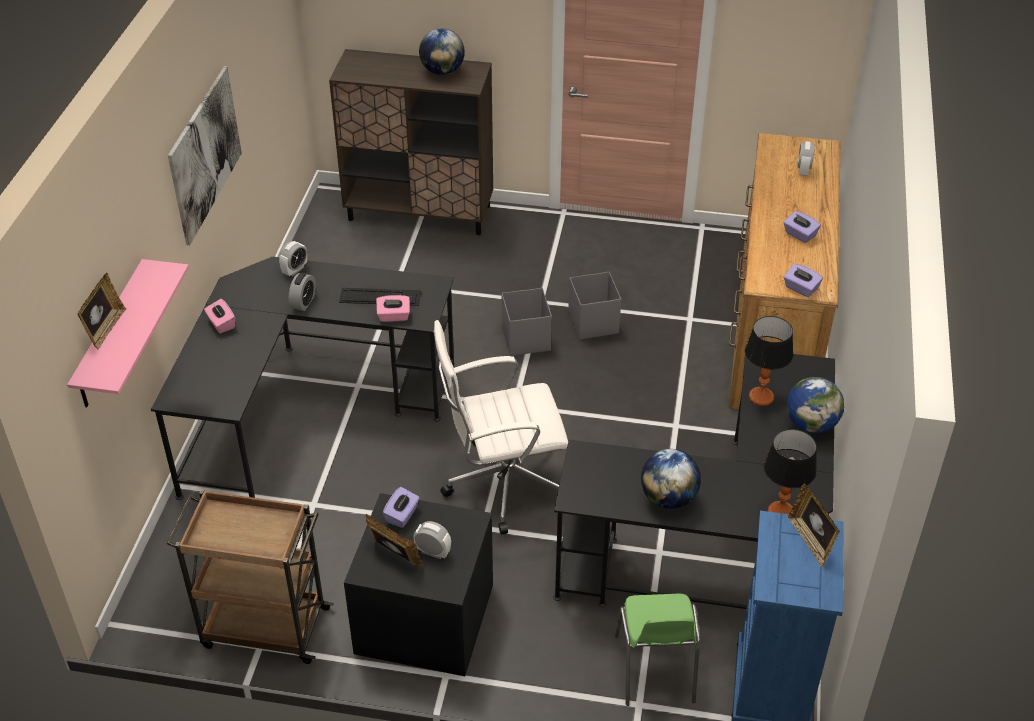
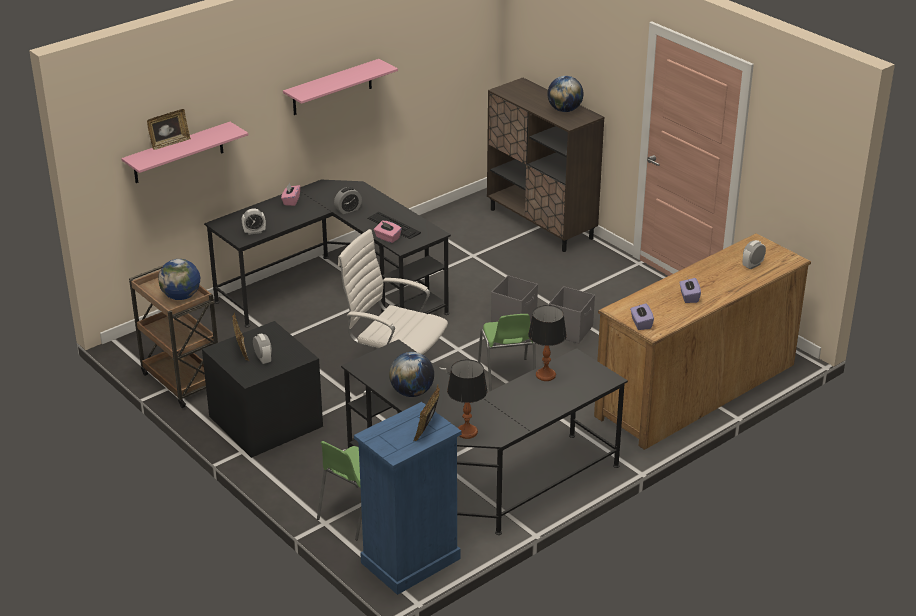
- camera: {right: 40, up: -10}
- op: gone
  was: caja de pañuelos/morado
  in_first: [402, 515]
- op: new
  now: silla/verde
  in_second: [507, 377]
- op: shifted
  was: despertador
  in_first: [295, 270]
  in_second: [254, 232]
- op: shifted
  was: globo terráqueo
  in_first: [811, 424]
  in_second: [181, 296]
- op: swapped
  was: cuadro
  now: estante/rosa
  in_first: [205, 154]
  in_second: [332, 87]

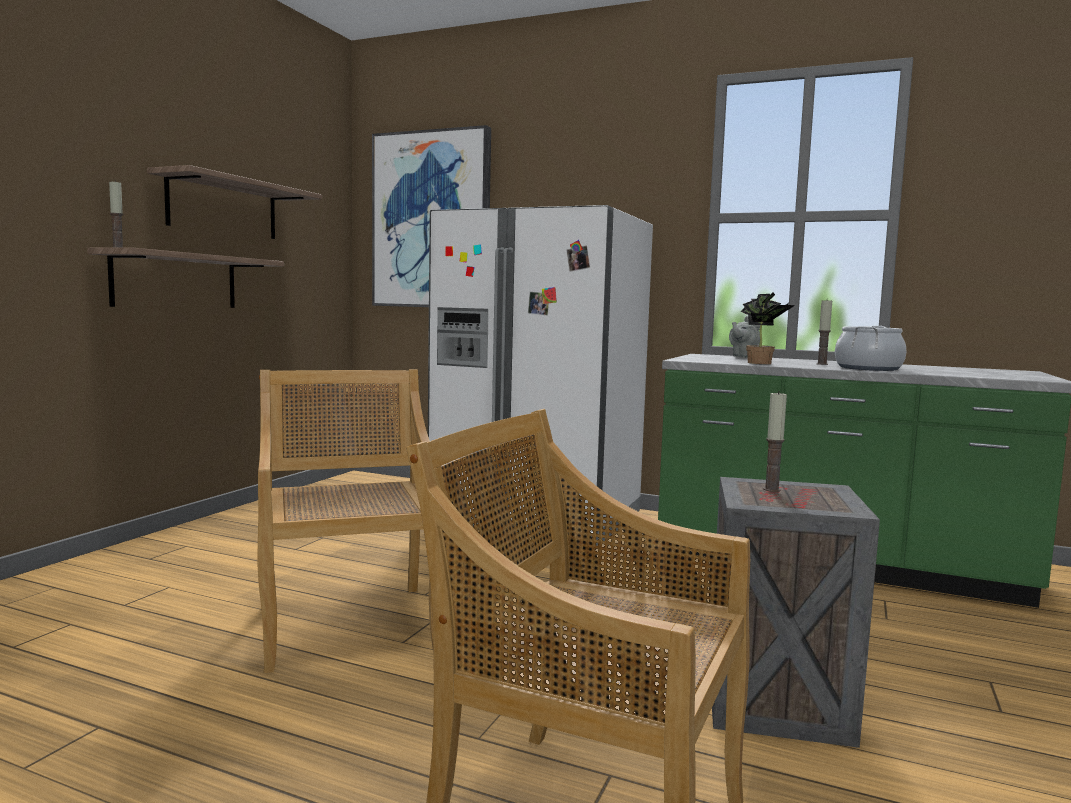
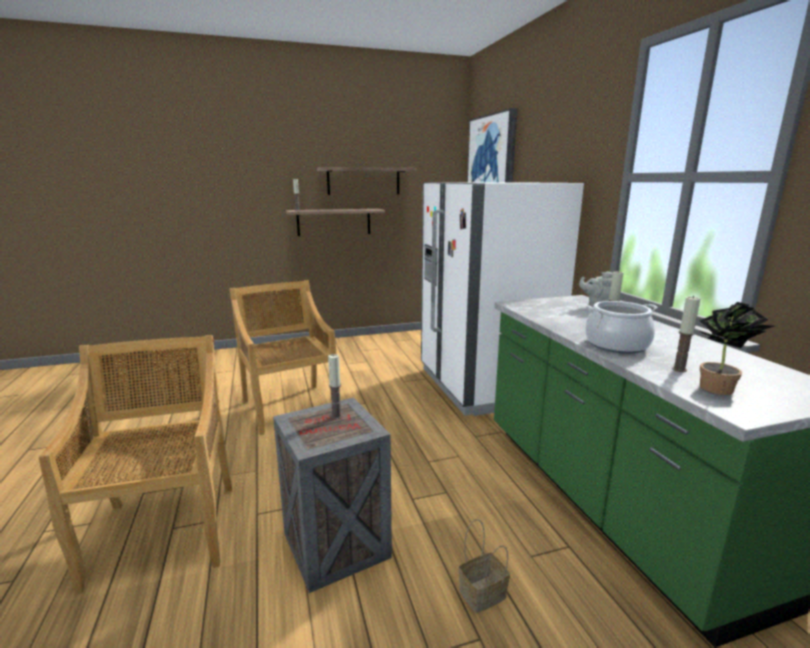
- camera: {right: 50, up: 10}
- op: new
  now: cesta
  in_second: [482, 595]
- op: new
  now: vela
  in_second: [679, 369]
- op: shifted
  was: planta en maceta
  in_first: [763, 363]
  in_second: [719, 390]
- op: rotated
  was: silla/beis
  in_first: [348, 624]
  in_second: [289, 407]
  clockwise: -60

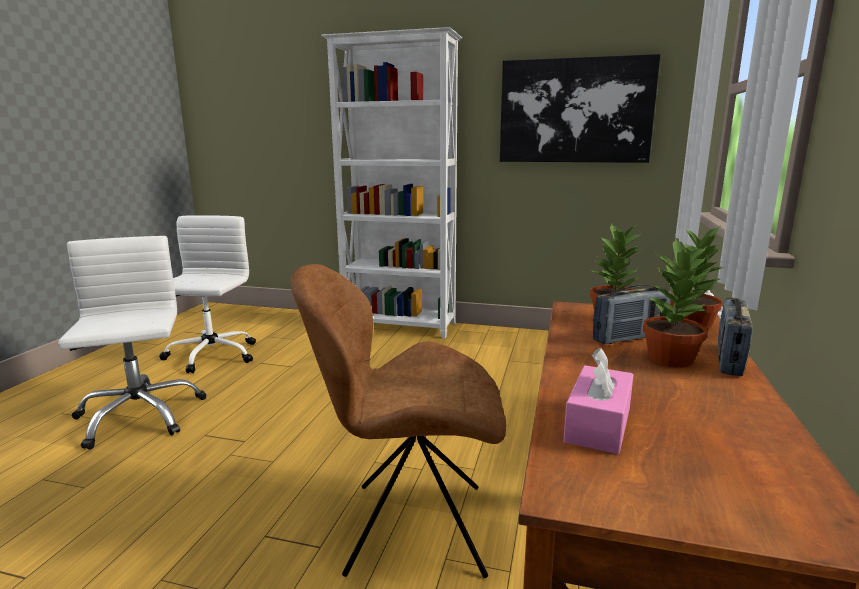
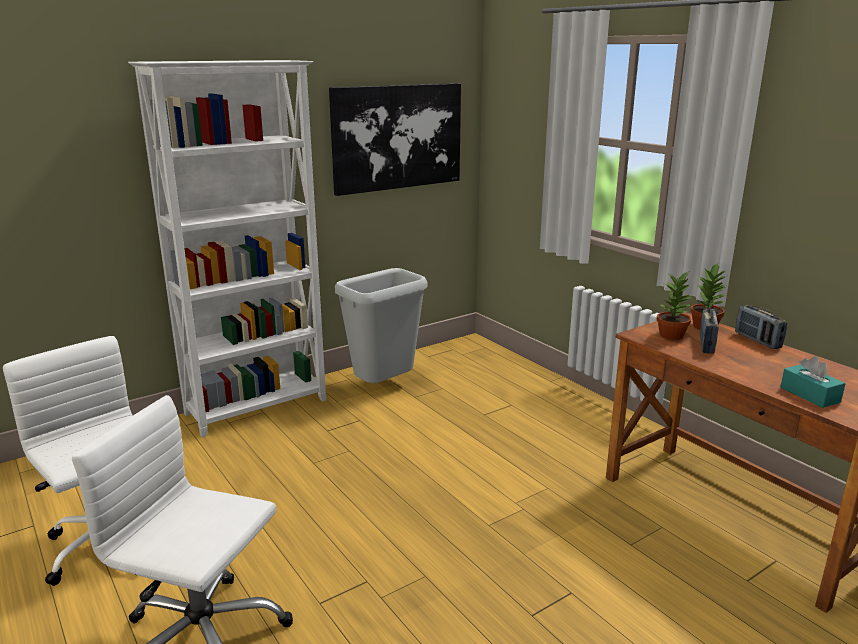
- camera: {right: -50, up: 5}
- op: gone
  was: silla/marrón
  in_first: [410, 527]
- op: gone
  was: planta en maceta
  in_first: [671, 358]
- op: new
  now: papelera/gris
  in_second: [384, 387]
- op: repainted
  was: caja de pañuelos/rosa
  now: caja de pañuelos/turquesa
  in_first: [598, 425]
  in_second: [809, 395]

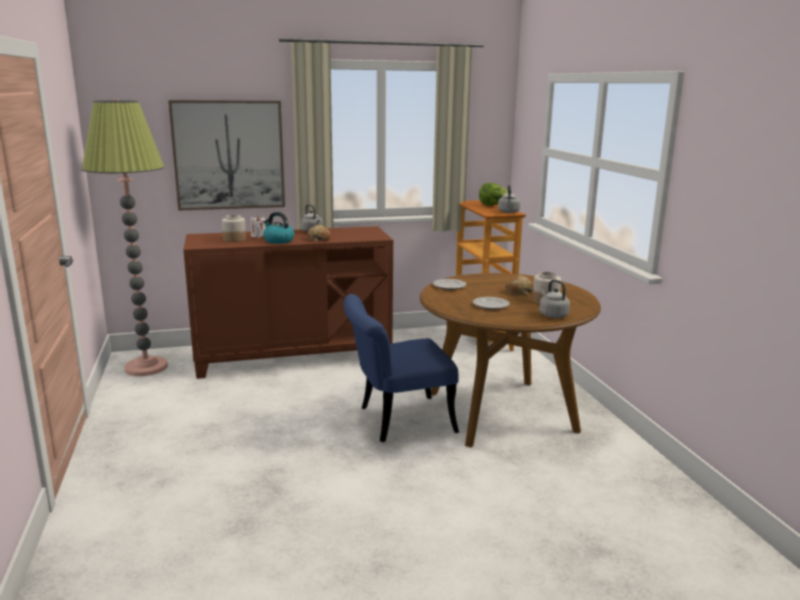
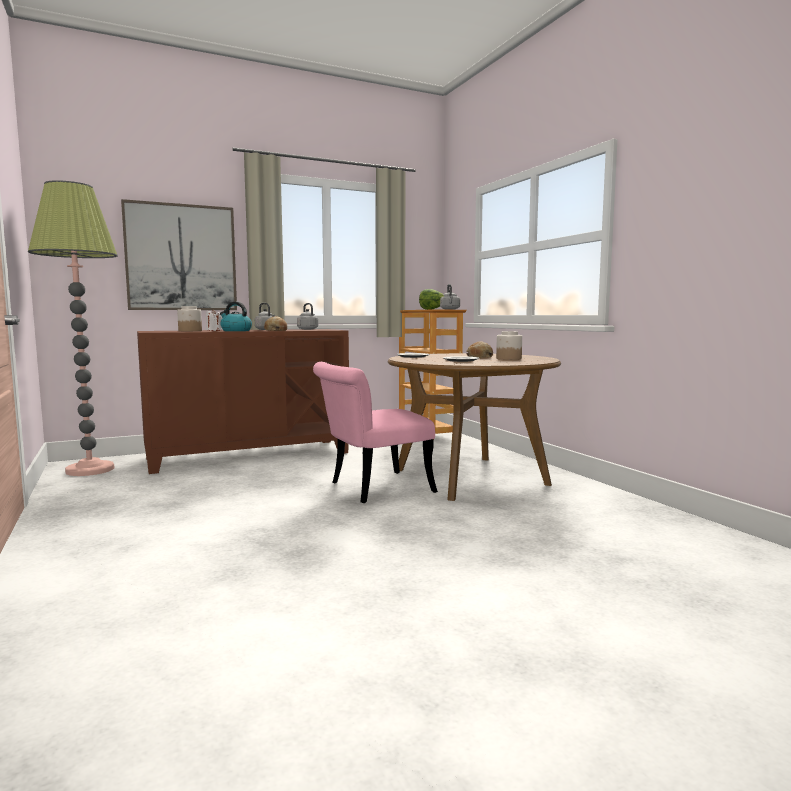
- camera: {right: -10, up: -10}
- op: shifted
  was: hervidor/gris
  in_first: [552, 315]
  in_second: [307, 329]
- op: repainted
  was: silla/azul
  now: silla/rosa
  in_first: [396, 421]
  in_second: [371, 489]

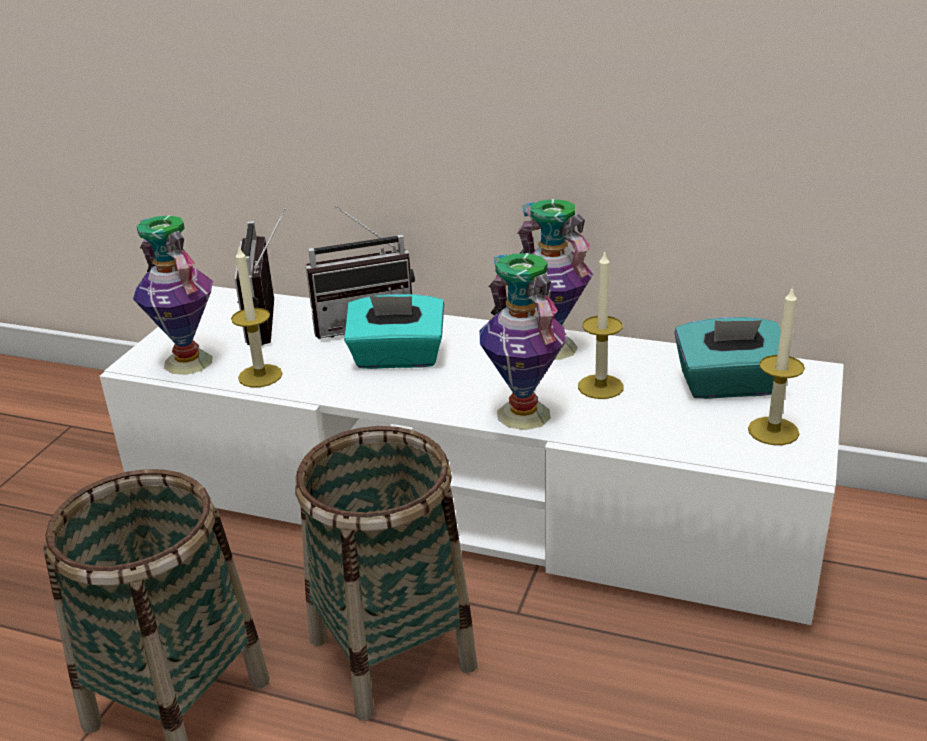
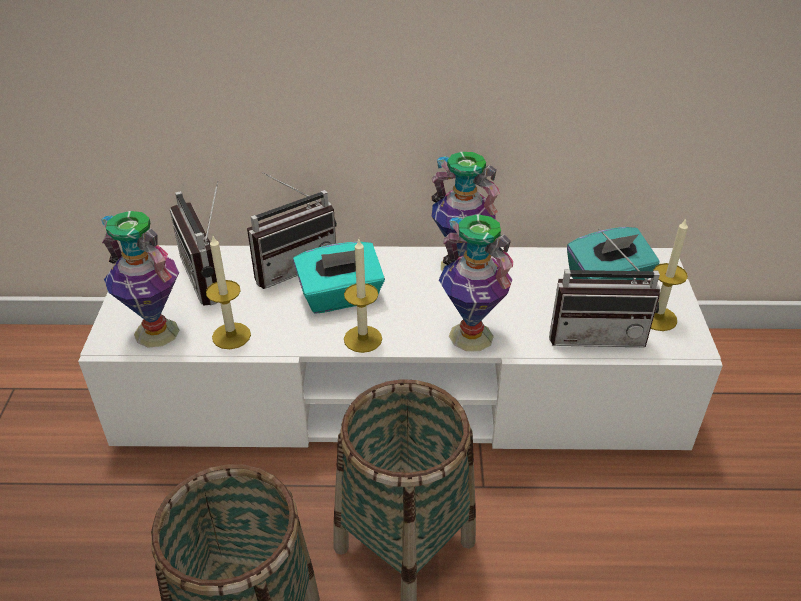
- camera: {right: -20, up: 10}
- op: new
  now: radio
  in_second: [596, 333]
- op: shifted
  was: vela
  in_first: [600, 386]
  in_second: [363, 339]

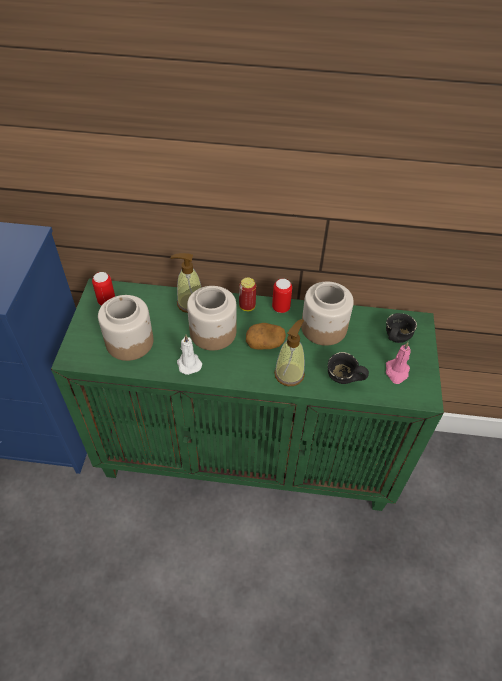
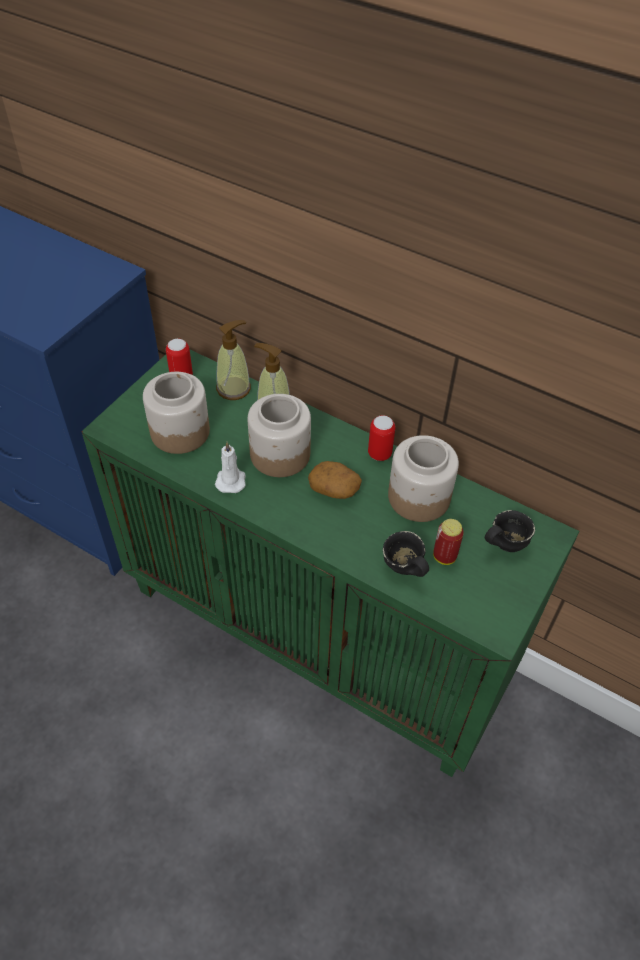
- camera: {right: 25, up: 0}
- op: gone
  was: vela/rosa
  in_first: [396, 372]
- op: shifted
  was: lata
  in_first: [247, 307]
  in_second: [444, 556]
- op: shifted
  was: dispensador de jabón
  in_first: [289, 374]
  in_second: [234, 388]

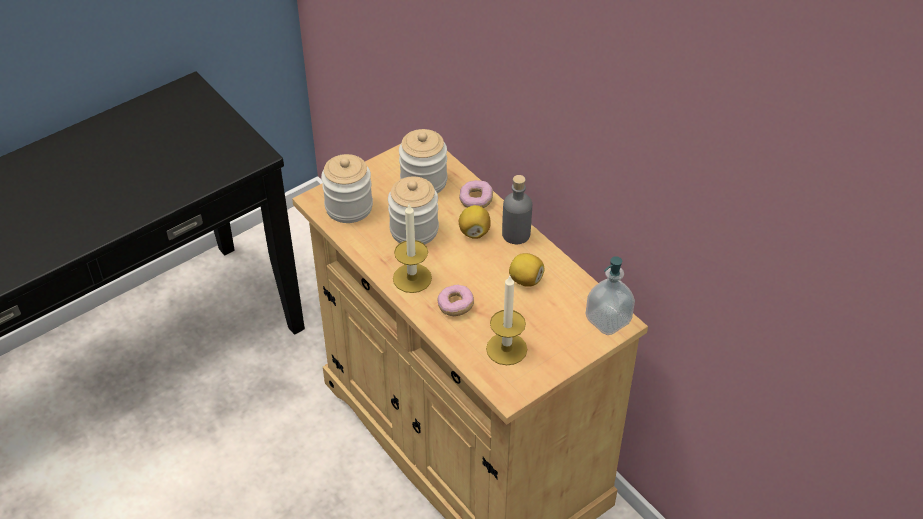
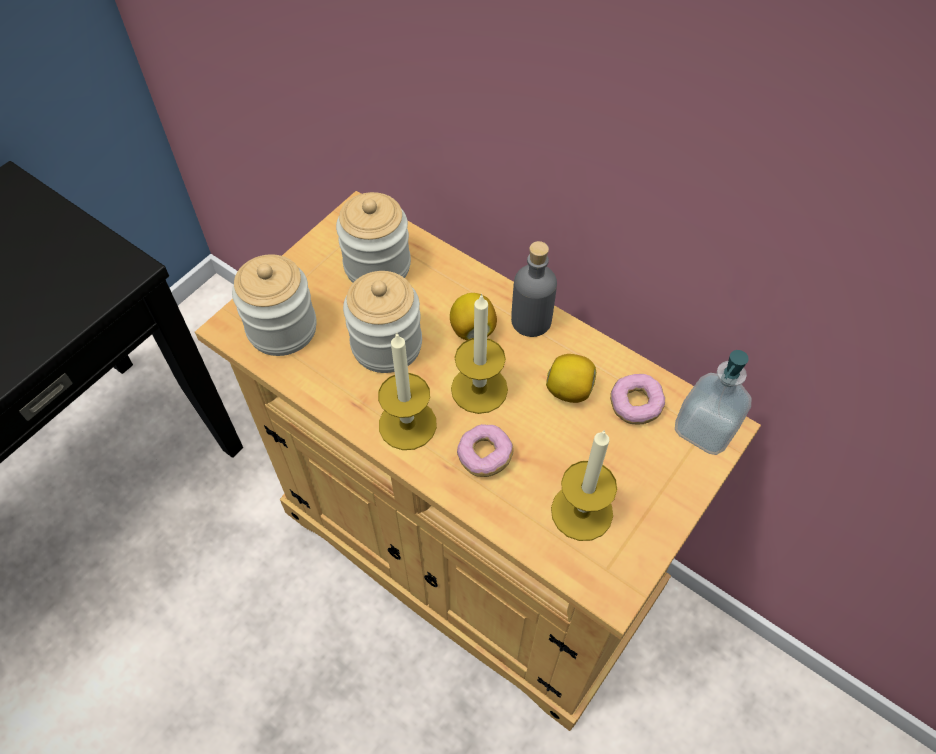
- camera: {right: -15, up: 10}
- op: new
  now: vela
  in_second: [479, 389]
- op: shifted
  was: rosquilla
  in_first: [476, 200]
  in_second: [635, 405]

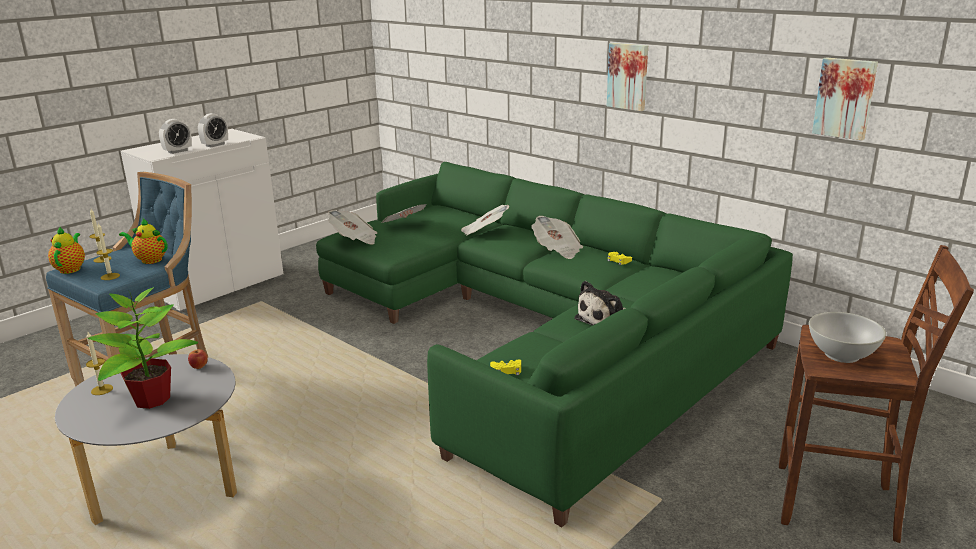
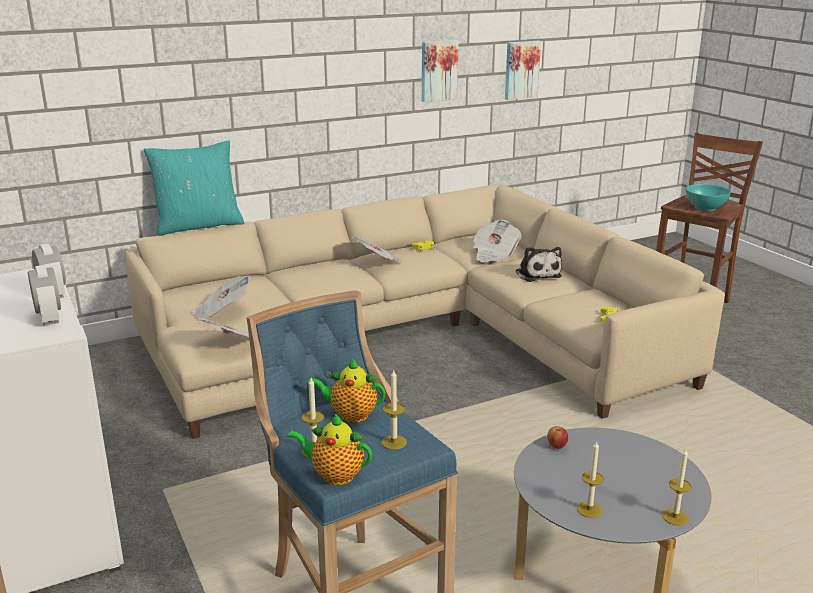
- camera: {right: -70, up: 0}
- op: gone
  was: planta en maceta
  in_first: [151, 399]
- op: new
  now: cojín/turquesa
  in_second: [198, 226]
- op: new
  now: vela
  in_second: [675, 517]
- op: shifted
  was: periódico
  in_first: [484, 232]
  in_second: [494, 254]
- op: shifted
  was: cuadro
  in_first: [628, 76]
  in_second: [438, 70]
- op: repainted
  was: sofá/verde
  now: sofá/beis
  in_first: [541, 332]
  in_second: [410, 339]
- op: repainted
  was: cuenco/blanco
  now: cuenco/turquesa
  in_first: [842, 355]
  in_second: [705, 208]
- op: rotated
  was: tetera
  in_first: [149, 260]
  in_second: [350, 415]
  clockwise: 60

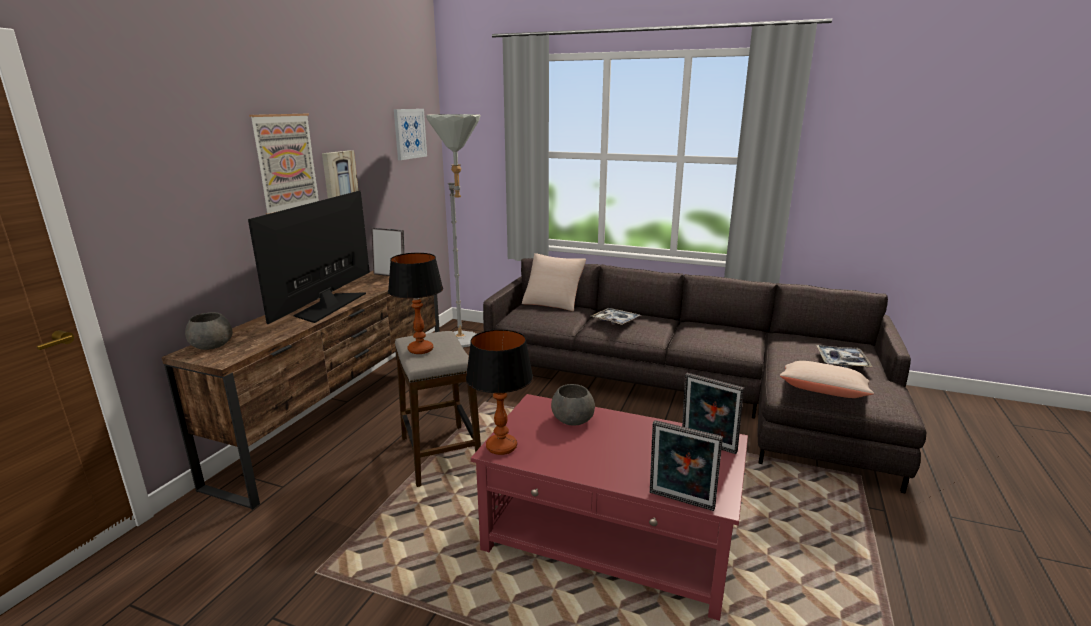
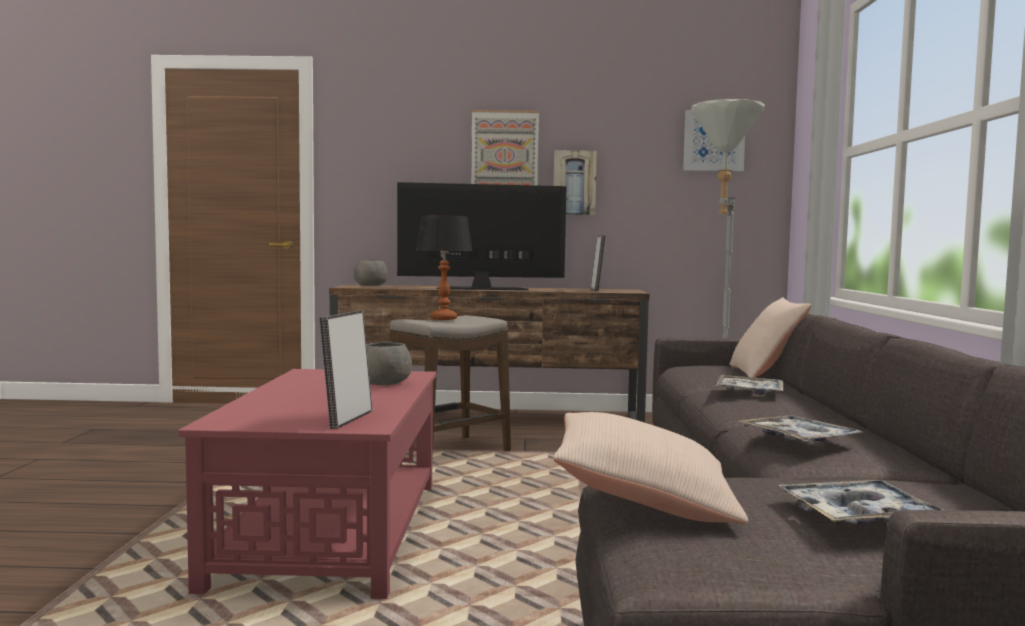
- camera: {right: 70, up: -15}
- op: gone
  was: lámpara de mesa
  in_first: [501, 447]
- op: gone
  was: portarretratos
  in_first: [680, 502]
- op: new
  now: bandeja
  in_second: [798, 439]

